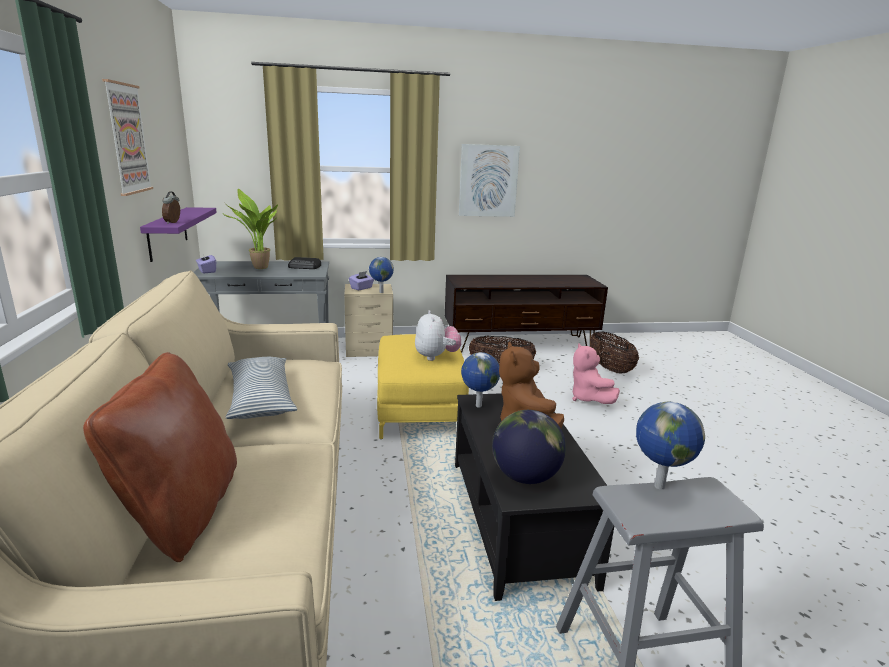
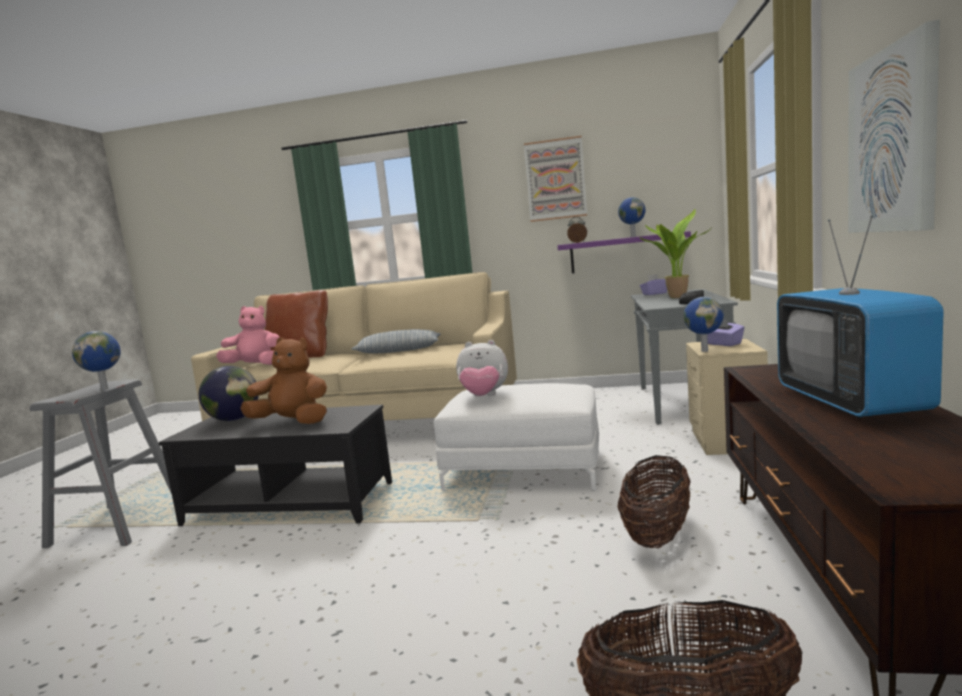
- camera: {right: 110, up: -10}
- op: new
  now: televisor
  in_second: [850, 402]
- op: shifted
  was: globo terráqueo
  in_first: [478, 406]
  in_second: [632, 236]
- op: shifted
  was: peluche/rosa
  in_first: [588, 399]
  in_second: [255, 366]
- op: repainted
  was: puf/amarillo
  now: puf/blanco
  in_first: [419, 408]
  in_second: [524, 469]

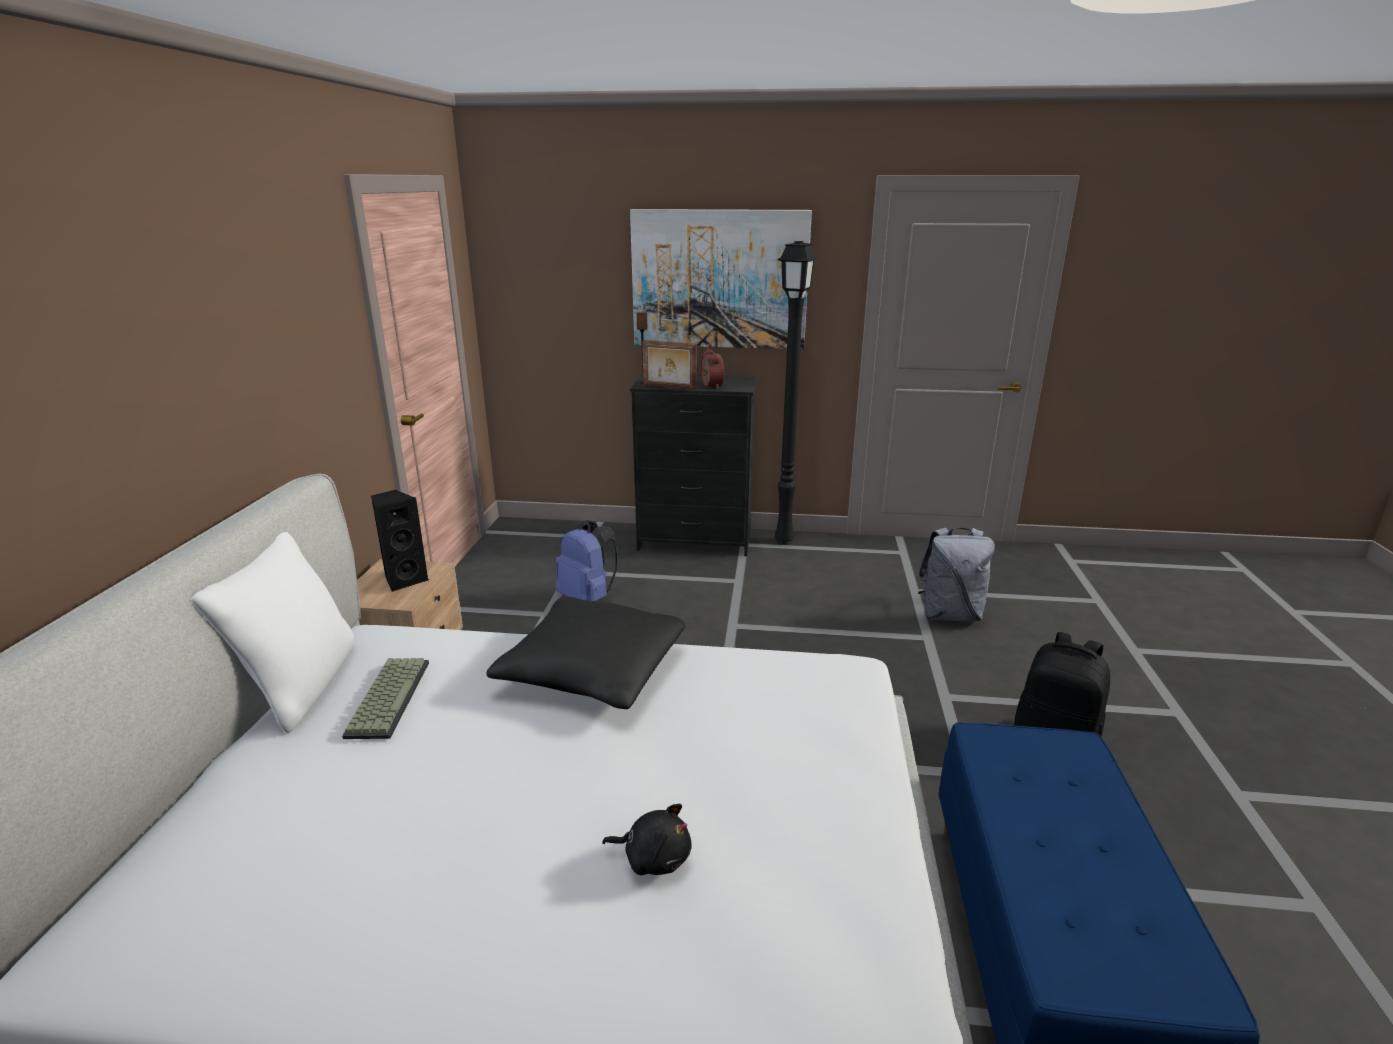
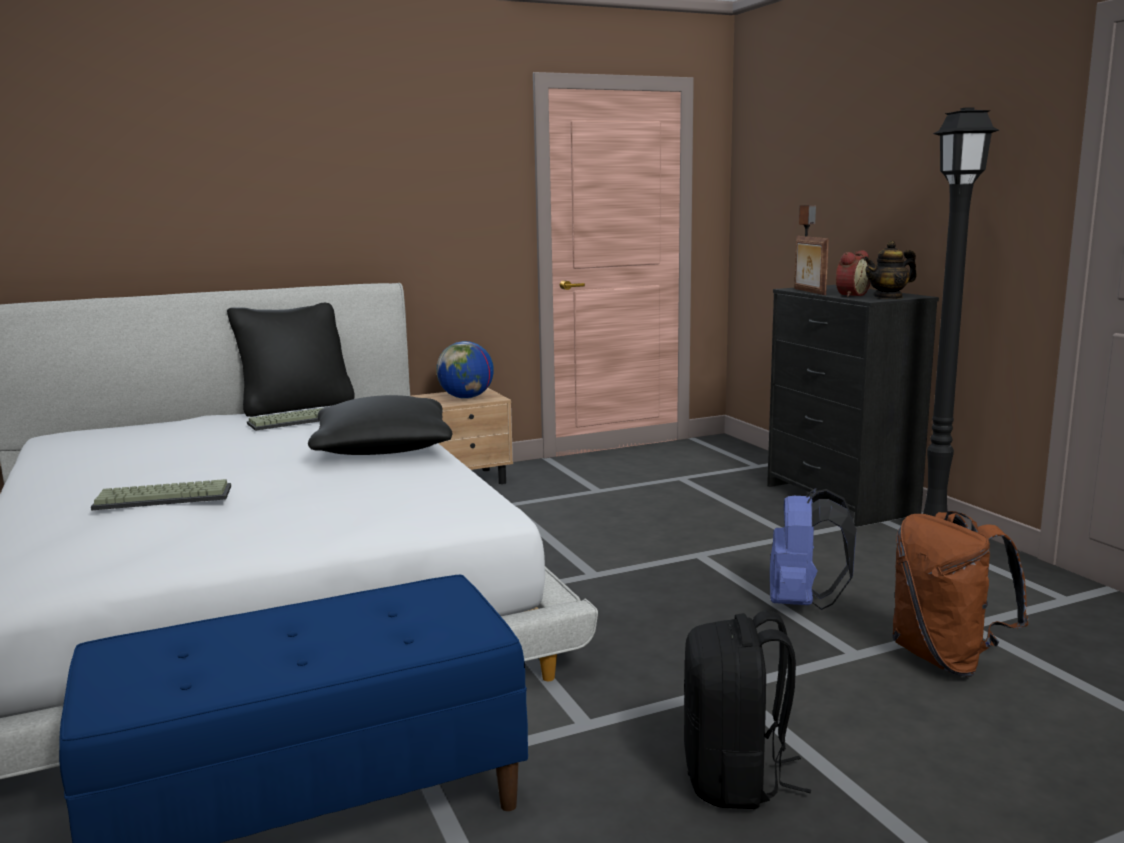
- camera: {right: 60, up: -10}
- op: gone
  was: cuadro
  in_first: [719, 280]
- op: new
  now: tetera
  in_second: [888, 297]
- op: shifted
  was: mochila/azul
  in_first: [588, 598]
  in_second: [802, 603]
- op: swapped
  was: altavoz/negro
  now: globo terráqueo
  in_first: [404, 580]
  in_second: [466, 398]
- op: swapped
  was: peluche/negro
  now: teclado
  in_first: [654, 858]
  in_second: [165, 497]
- op: repainted
  was: cojín/blanco
  now: cojín/negro
  in_first: [300, 685]
  in_second: [296, 407]
- op: repainted
  was: mochila/gris
  now: mochila/marrón
  in_first: [950, 615]
  in_second: [946, 659]

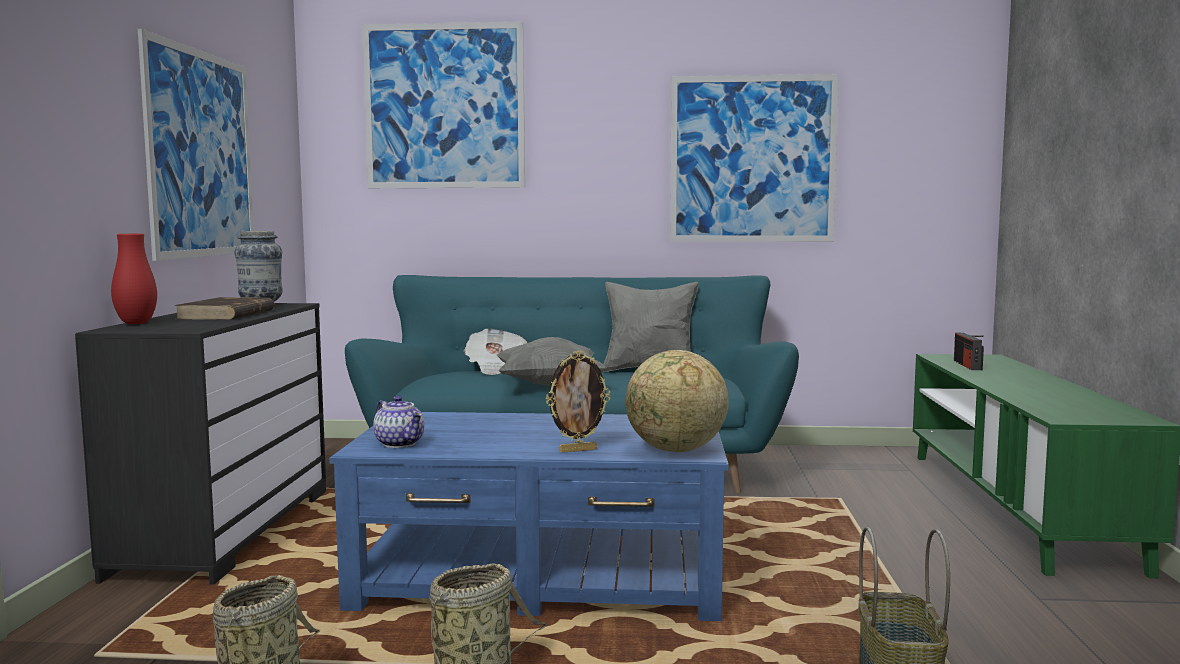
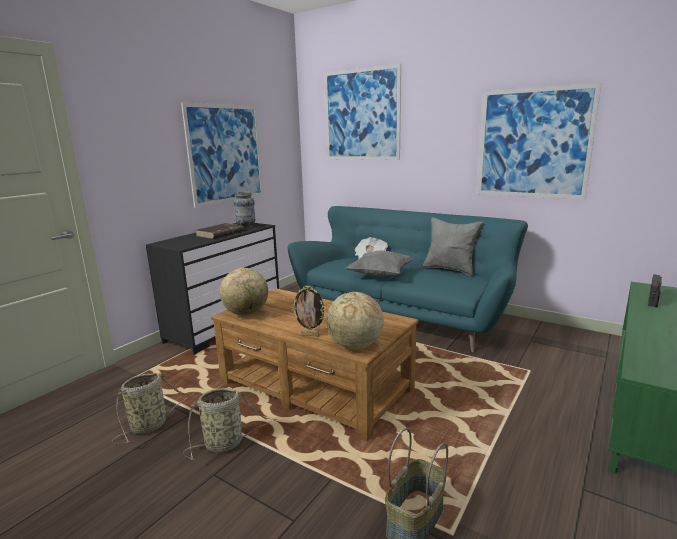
- camera: {right: 30, up: 10}
- op: gone
  was: florero/rojo
  in_first: [136, 323]
- op: swapped
  was: tetera
  now: globo terráqueo
  in_first: [400, 443]
  in_second: [246, 313]
- op: repainted
  was: mesa de centro/azul
  now: mesa de centro/marrón
  in_first: [542, 578]
  in_second: [315, 386]

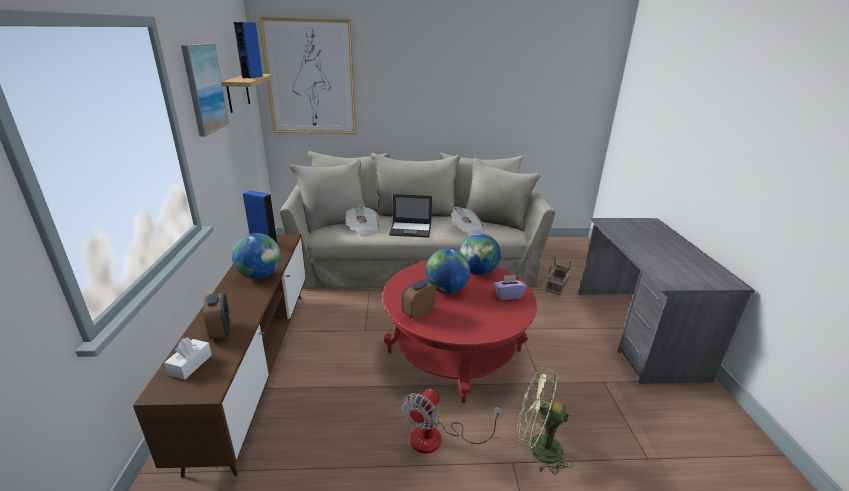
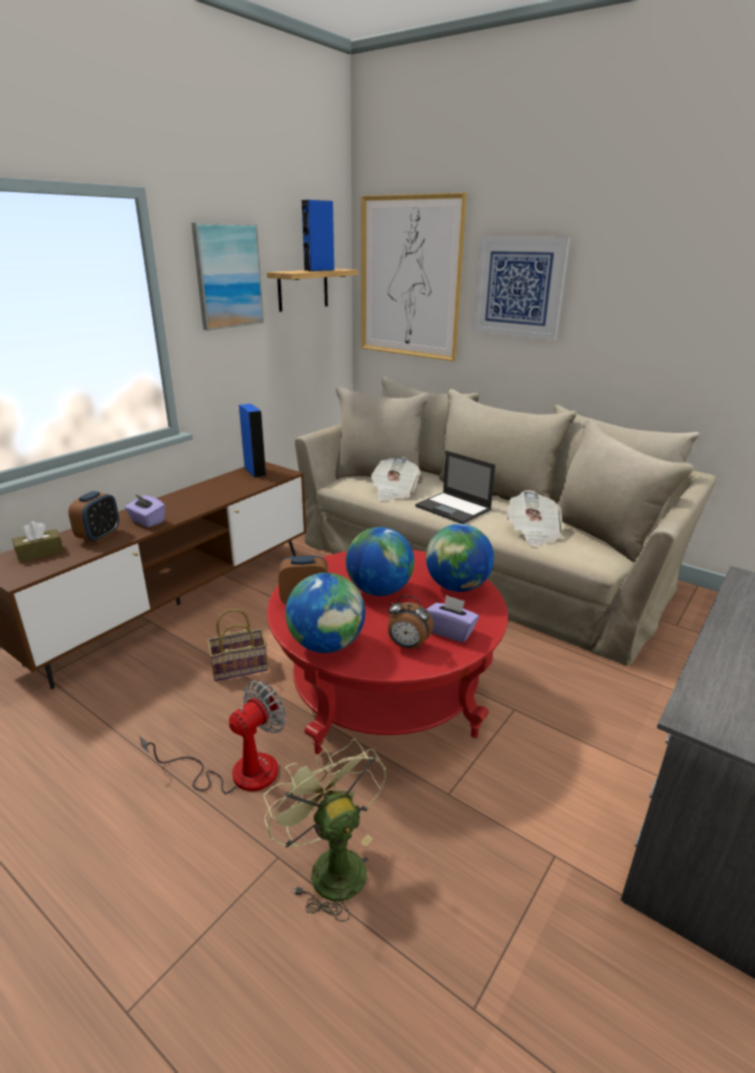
- camera: {right: 40, up: 0}
- op: new
  now: caja de pañuelos/morado
  in_second: [147, 521]
- op: new
  now: despertador
  in_second: [407, 646]
- op: new
  now: cuadro
  in_second: [519, 287]
- op: shifted
  was: globo terráqueo
  in_first: [260, 276]
  in_second: [326, 645]
- op: shifted
  was: cesta
  in_first: [556, 286]
  in_second: [241, 666]
- op: repainted
  was: caja de pañuelos/blanco
  now: caja de pañuelos/marrón
  in_first: [190, 365]
  in_second: [40, 553]
- op: rotated
  was: ventilador
  in_first: [438, 438]
  in_second: [237, 772]
  clockwise: 150

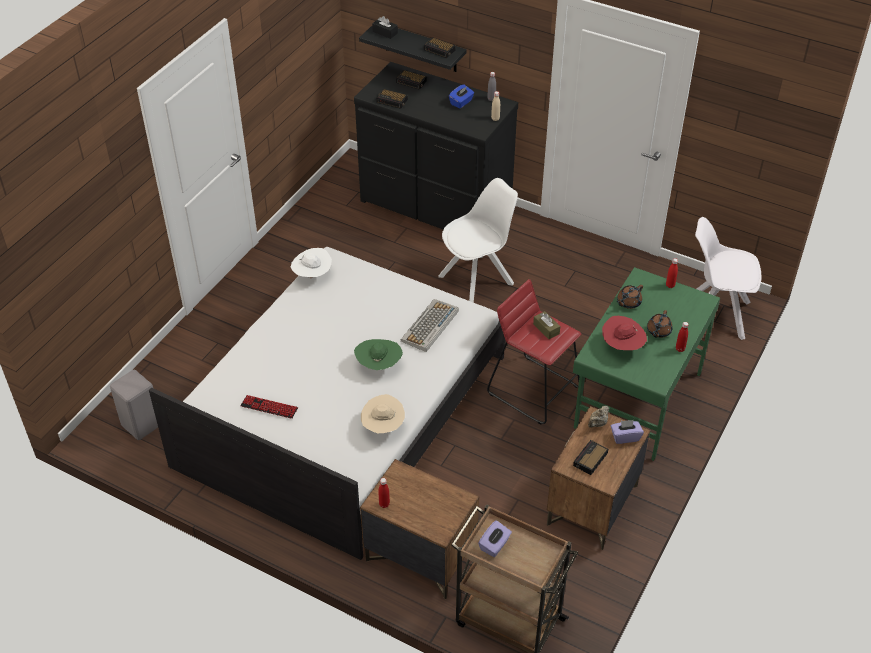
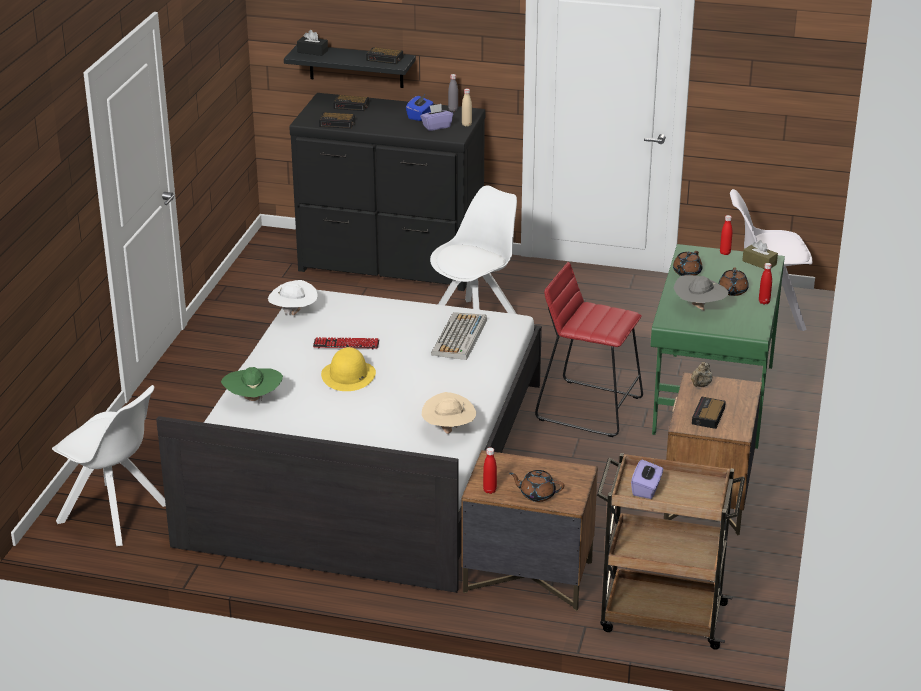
- camera: {right: -15, up: -15}
- op: new
  now: sombrero/amarillo
  in_second: [348, 375]
- op: new
  now: tetera/marrón
  in_second: [537, 494]
- op: shifted
  was: teclado
  in_first: [269, 407]
  in_second: [346, 344]
- op: shifted
  was: sombrero/verde
  in_first: [379, 365]
  in_second: [253, 400]
- op: shifted
  was: caja de pañuelos/marrón
  in_first: [546, 329]
  in_second: [759, 263]
- op: shifted
  was: caja de pañuelos/morado
  in_first: [625, 437]
  in_second: [436, 126]
- op: swapped
  was: taburete/gris
  now: silla/blanco
  in_first: [141, 426]
  in_second: [116, 514]
- op: repainted
  was: sombrero/rojo
  now: sombrero/gris
  in_first: [622, 346]
  in_second: [699, 309]

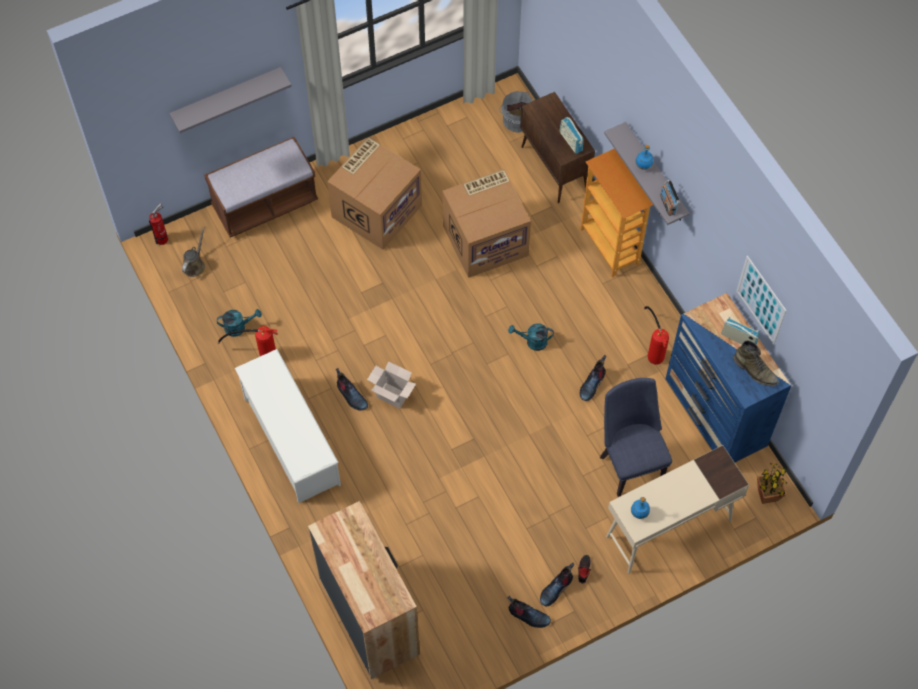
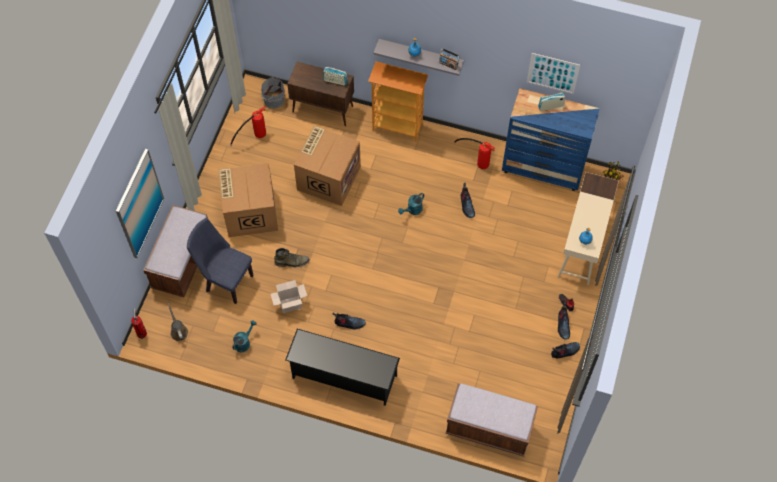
- camera: {right: -45, up: 0}
- op: shifted
  was: extintor
  in_first: [258, 354]
  in_second: [254, 137]
- op: shifted
  was: caja de cartón
  in_first: [391, 396]
  in_second: [290, 305]
- op: shifted
  was: silla/azul
  in_first: [629, 463]
  in_second: [226, 281]
- op: shifted
  was: bota/verde
  in_first: [755, 371]
  in_second: [292, 262]
- op: swapped
  was: estante/gris
  now: cuadro
  in_first: [227, 98]
  in_second: [139, 204]
- op: swapped
  was: cómoda/marrón
  now: banco/marrón
  in_first: [369, 618]
  in_second: [489, 429]
- op: repainted
  was: zapatero/blanco
  now: zapatero/negro
  in_first: [291, 441]
  in_second: [343, 376]

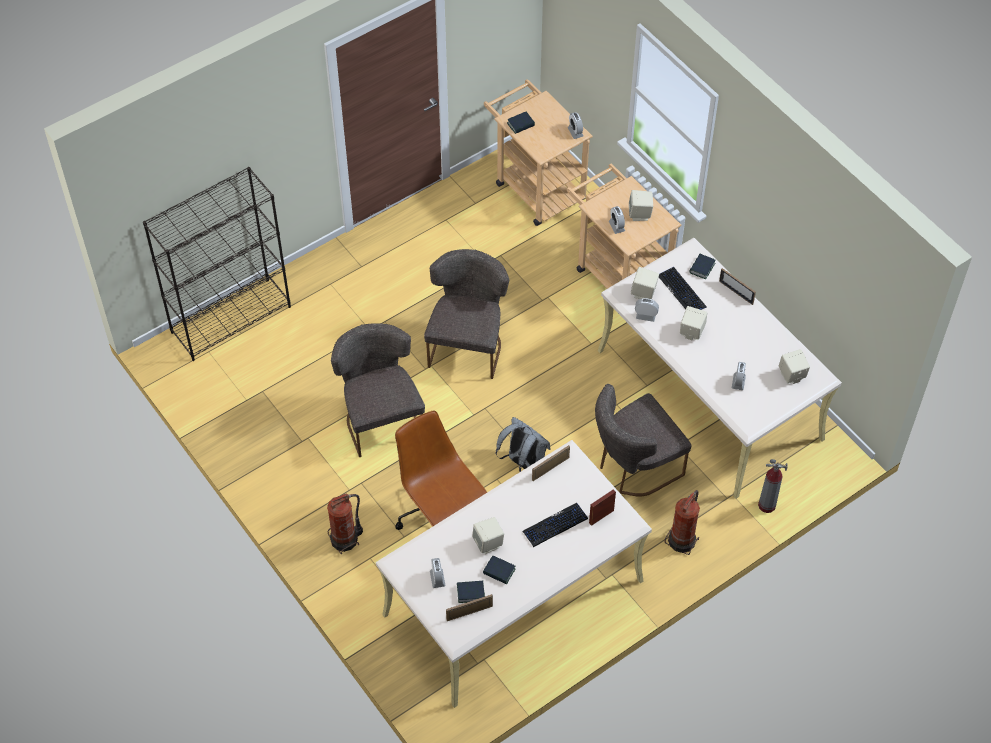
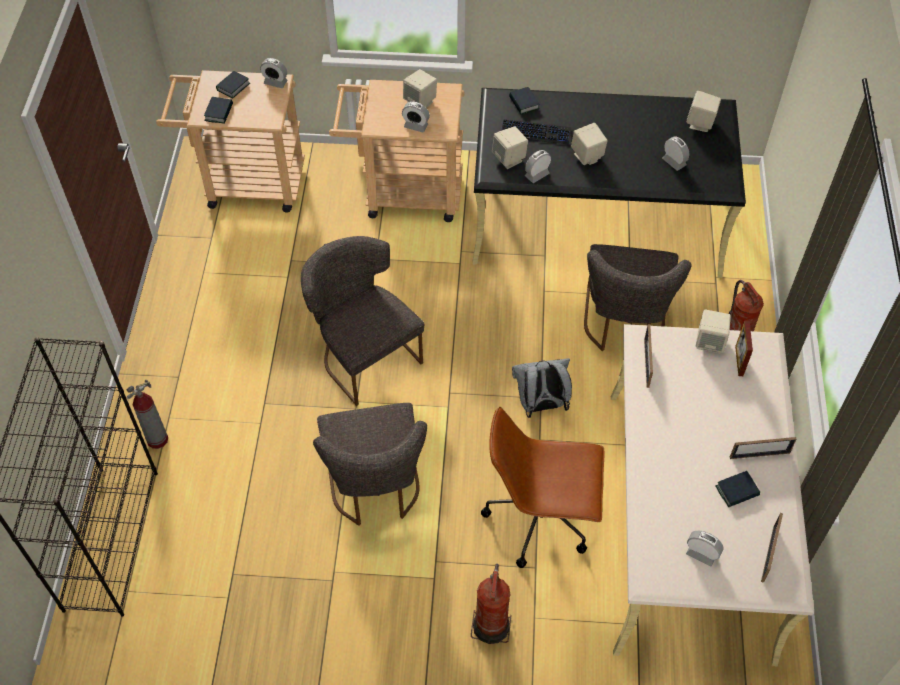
- camera: {right: -50, up: 0}
- op: gone
  was: teclado
  in_first: [555, 525]
- op: shifted
  was: libro
  in_first: [470, 593]
  in_second: [233, 87]
- op: shifted
  was: altavoz/beis
  in_first: [488, 543]
  in_second: [710, 342]
- op: shifted
  was: portarretratos
  in_first: [736, 292]
  in_second: [759, 455]
- op: shifted
  was: extintor
  in_first: [766, 505]
  in_second: [157, 439]
- op: repainted
  was: escritorio/beis
  now: escritorio/negro
  in_first: [710, 395]
  in_second: [597, 220]
- op: rotated
  was: silla/gris
  in_first: [380, 418]
  in_second: [375, 488]
  clockwise: -120

